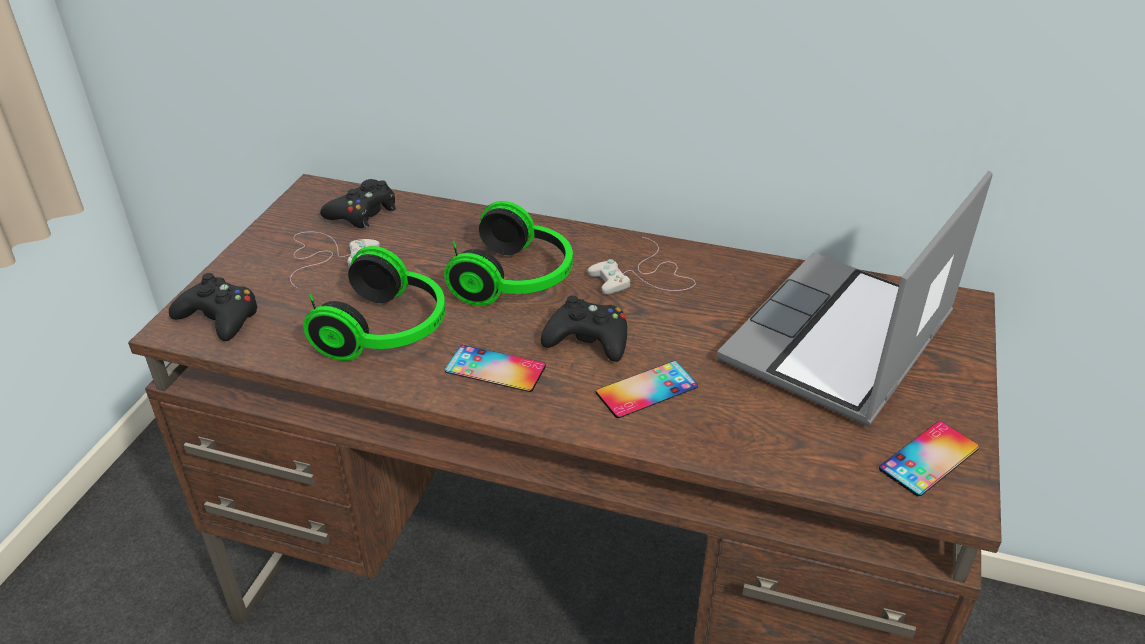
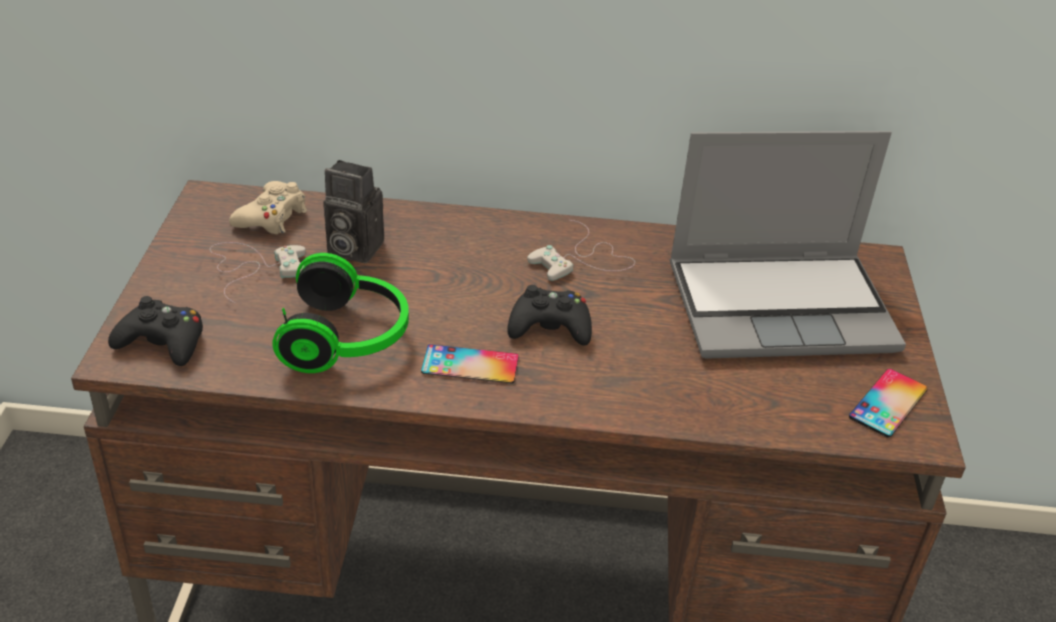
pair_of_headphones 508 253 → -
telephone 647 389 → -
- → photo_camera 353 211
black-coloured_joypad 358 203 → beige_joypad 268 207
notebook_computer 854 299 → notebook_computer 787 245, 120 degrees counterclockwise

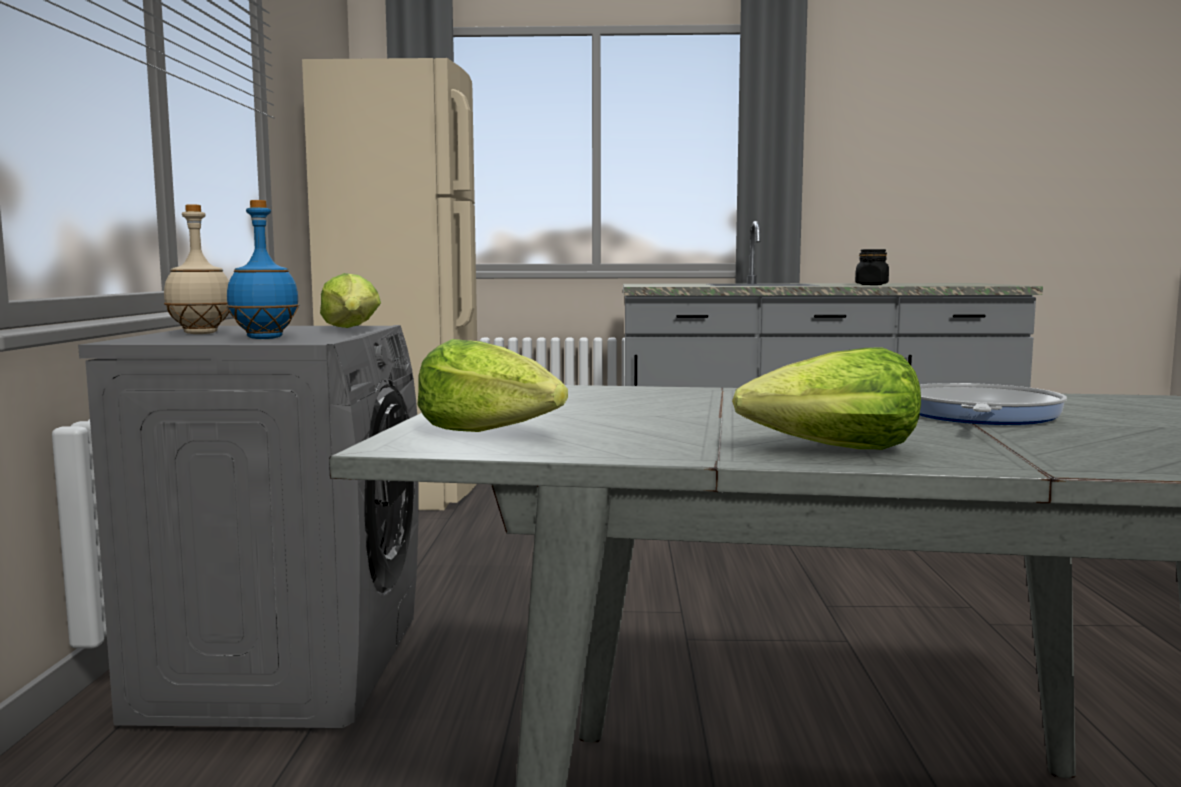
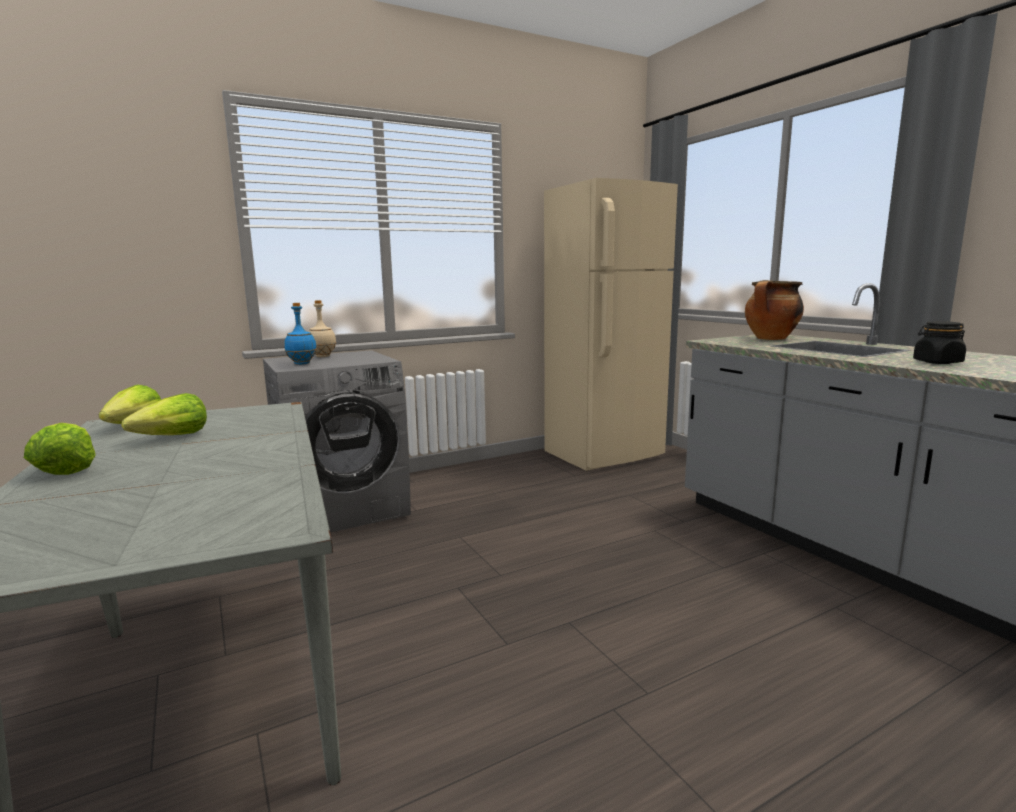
skillet 993 404 → -
- → stockpot 774 310
lettuce_head 350 300 → lettuce_head 164 414, moved

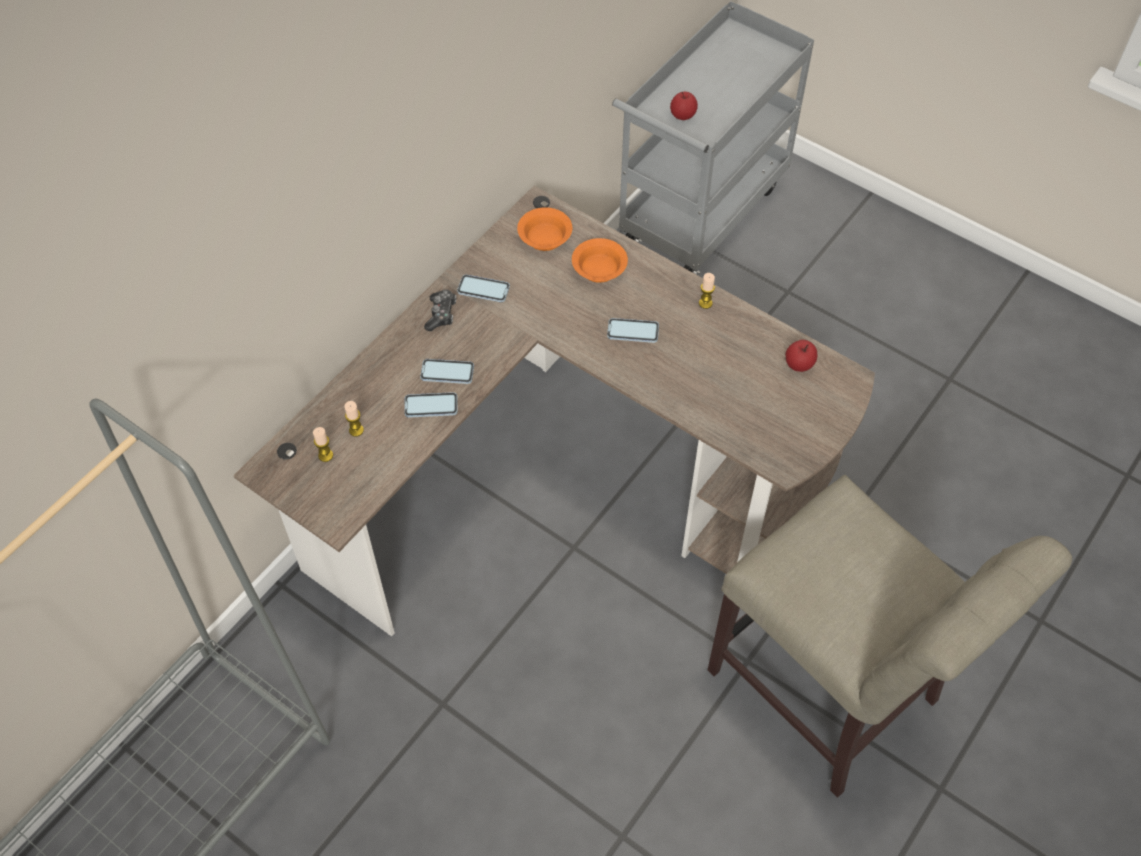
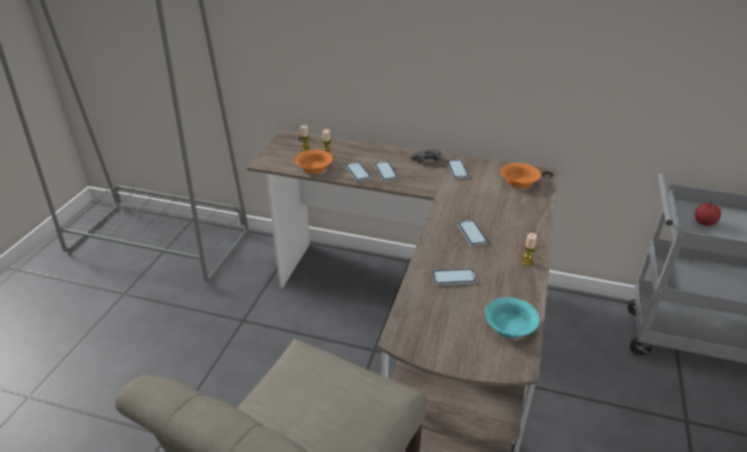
- → telephone 454 277
orange-coloured_bowl 600 260 → orange-coloured_bowl 314 162, moved
whole_apple 801 356 → blue-green_bowl 512 317

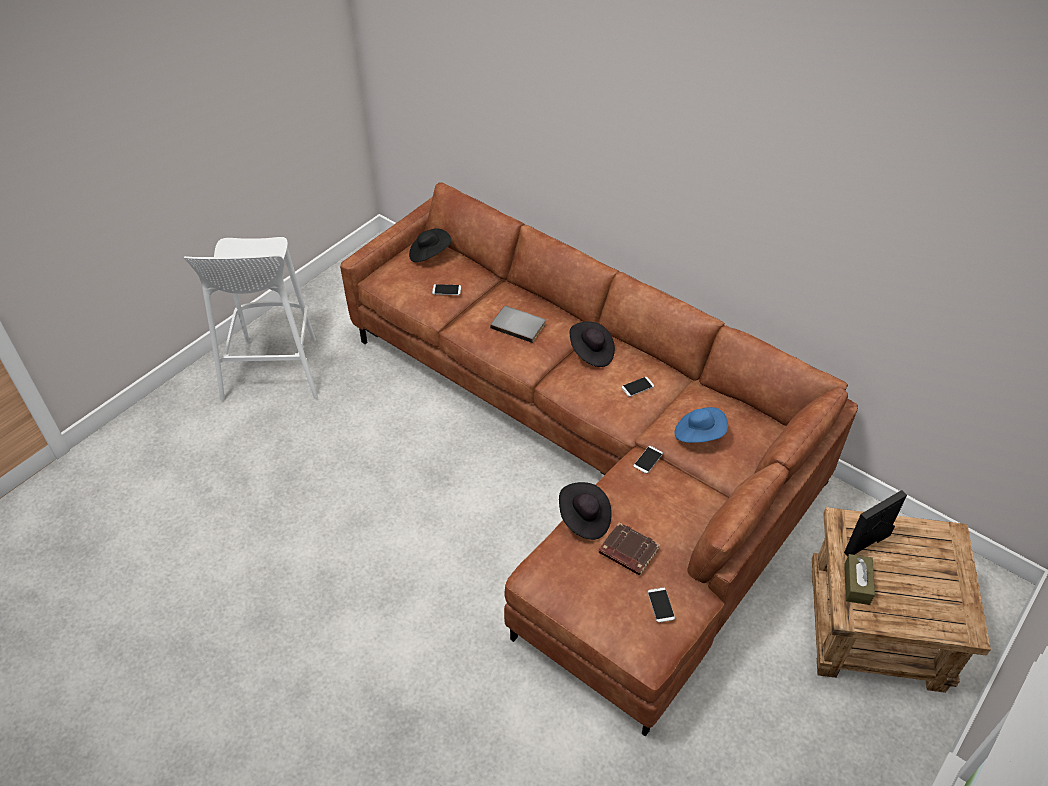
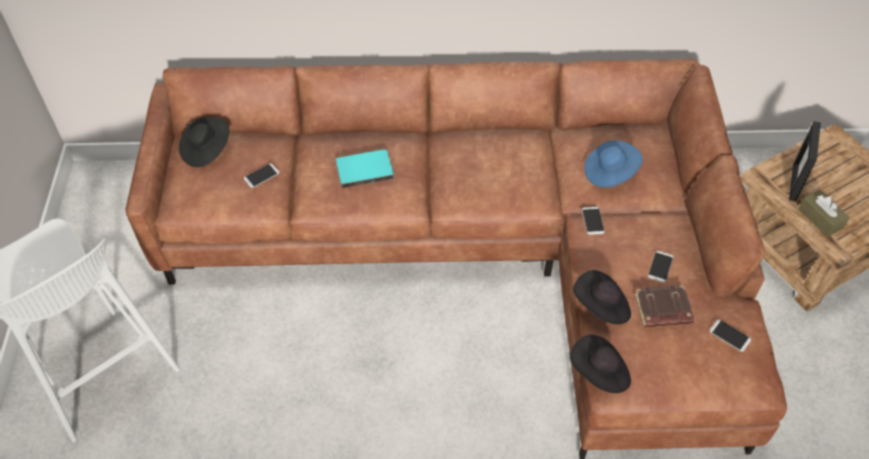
black-coloured_hat 592 344 → black-coloured_hat 600 364, moved
telephone 637 387 → telephone 661 267, moved
grey_volume 517 324 → blue-green_volume 365 168

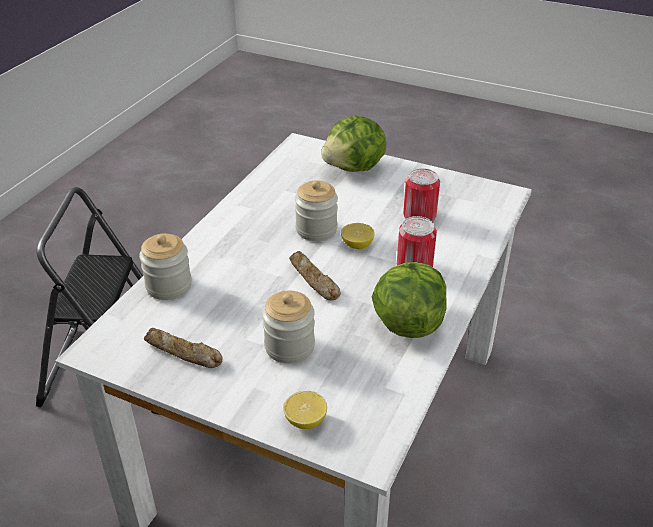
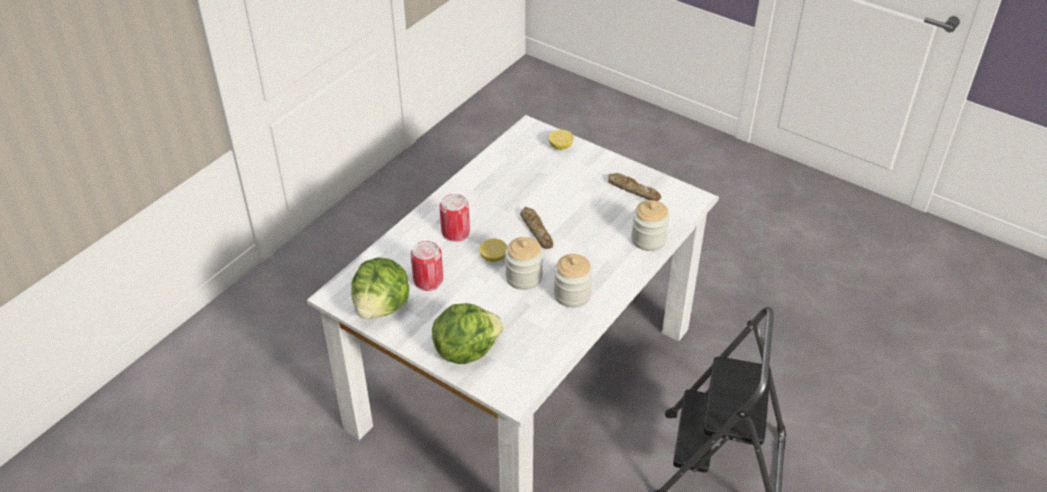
jar 288 327 → jar 573 281, moved
lettuce_head 409 300 → lettuce_head 380 288, moved

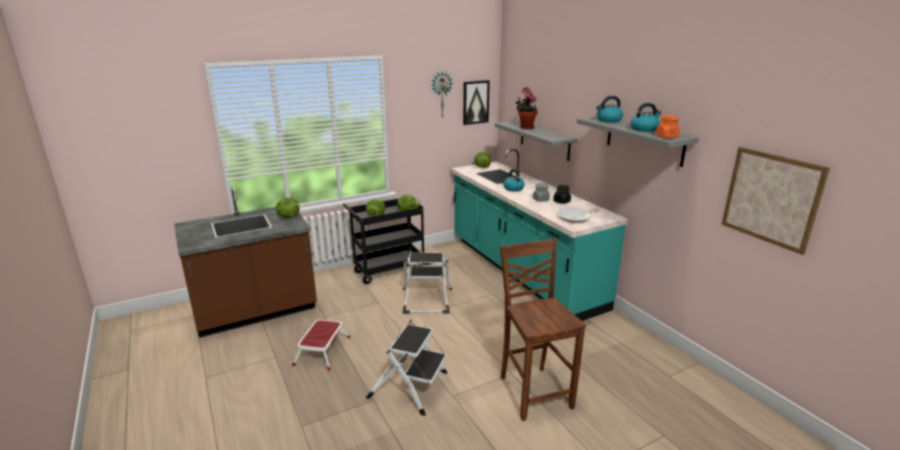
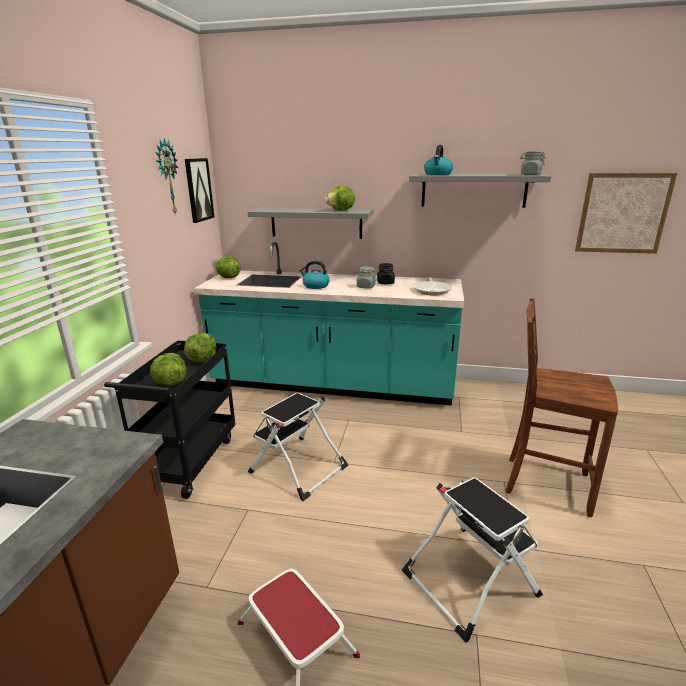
potted_plant 527 108 → -
water_kettle 646 117 → -
lettuce_head 288 207 → lettuce_head 340 198, moved
orange-coloured_jar 668 126 → grey_jar 532 163

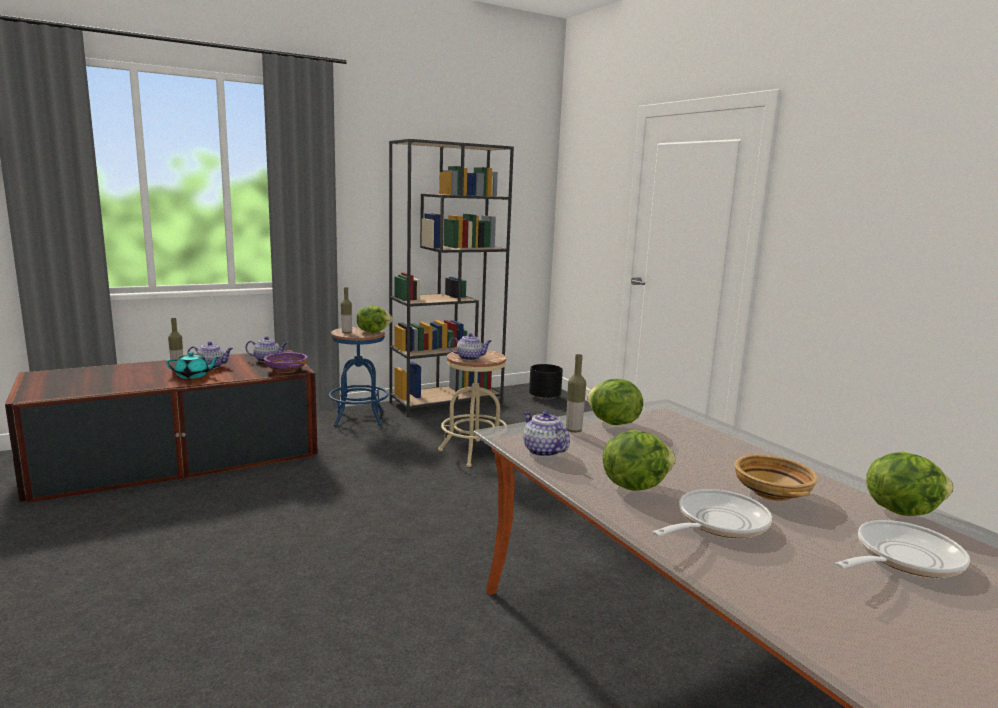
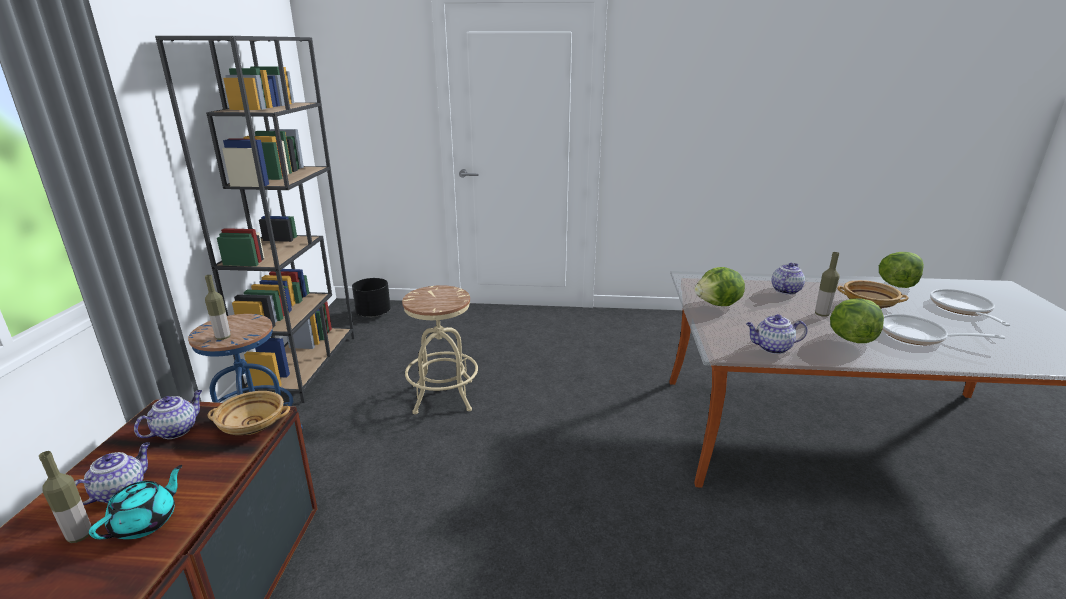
lettuce_head 374 319 → -
tea_pot 470 346 → tea_pot 788 279, moved
beverage_bottle 576 393 → beverage_bottle 827 284, moved
purple-coloured_bowl 286 362 → beige_bowl 249 413
skillet 712 513 → skillet 943 329, 60 degrees counterclockwise

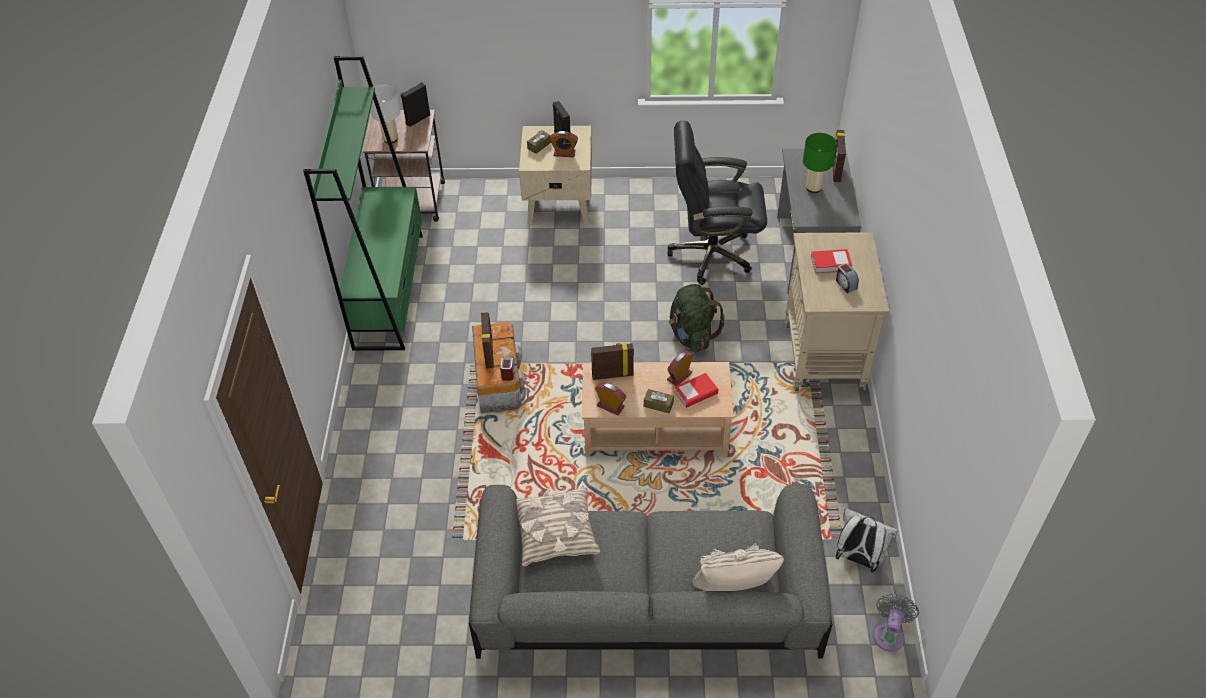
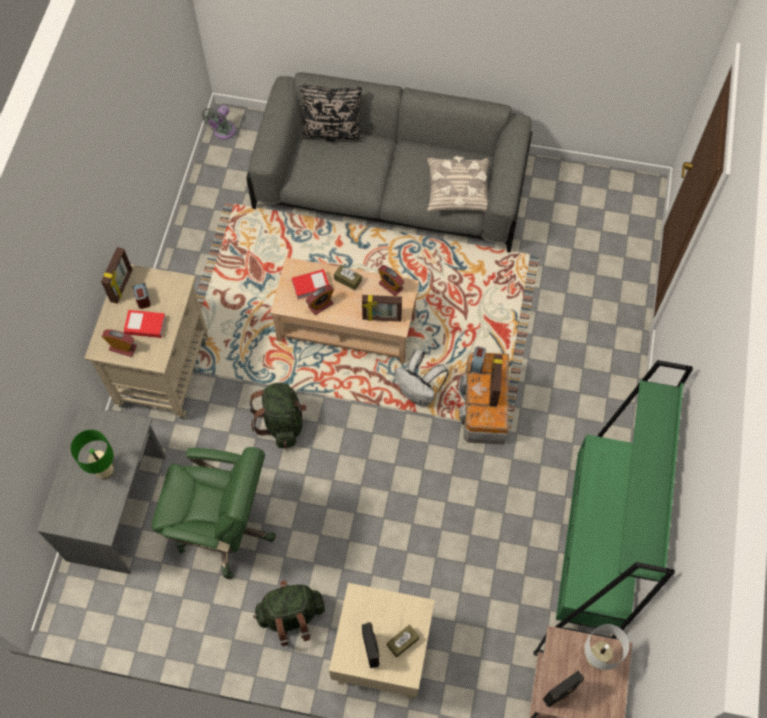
- → green-coloured_backpack 289 613
bedside_clock 564 144 → bedside_clock 119 343, moved
picture_frame 839 156 → picture_frame 116 275, moved
whitish_backpack 867 541 → whitish_backpack 421 378, moved
black-coloured_computer_chair 717 203 → green-coloured_computer_chair 214 513
beige_pillow 738 567 → black-coloured_pillow 331 113

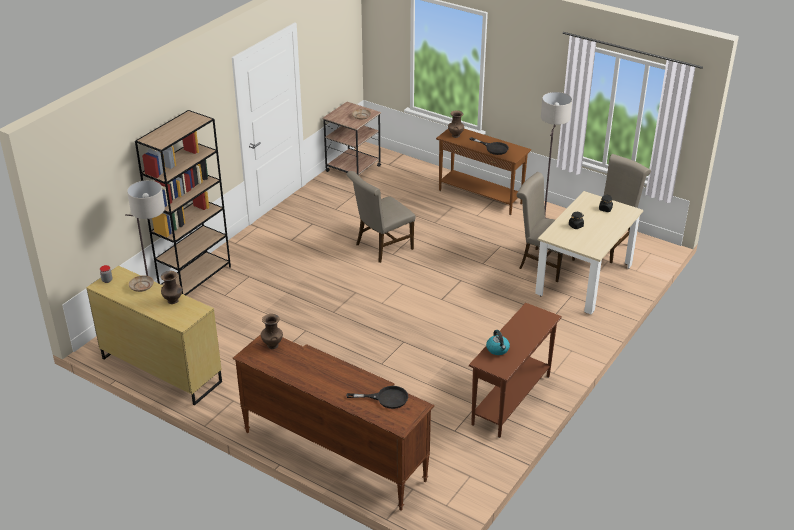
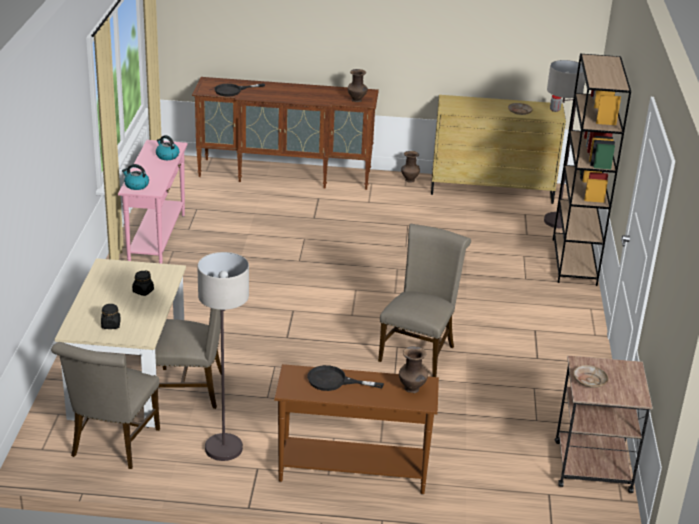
- → water_kettle 135 177
brown_vase 171 287 → brown_vase 410 167, moved
brown_hall_table 515 370 → pinkish_hall_table 153 202

